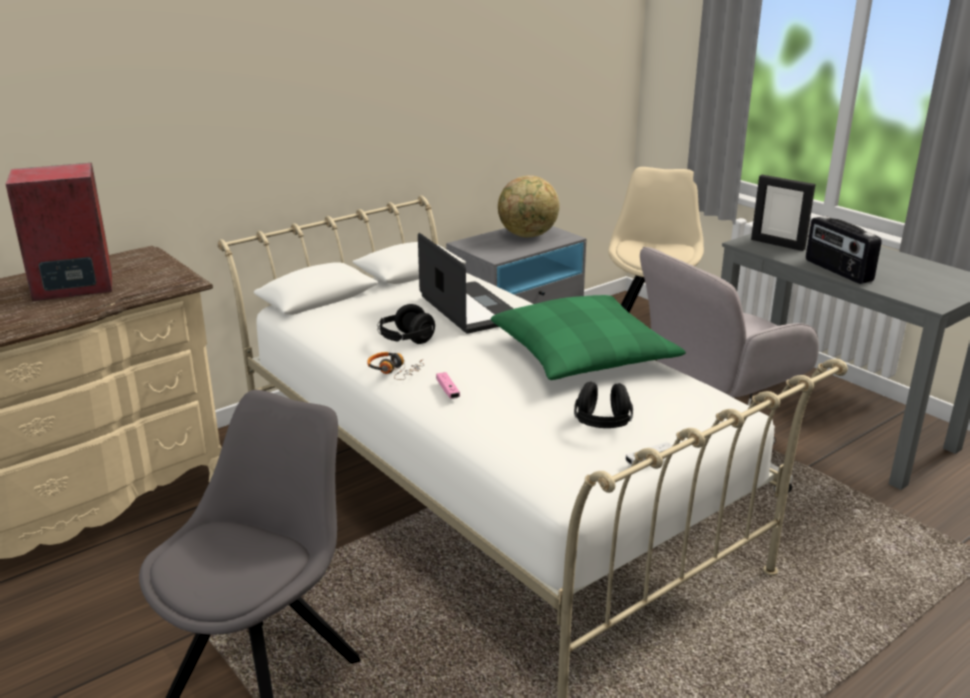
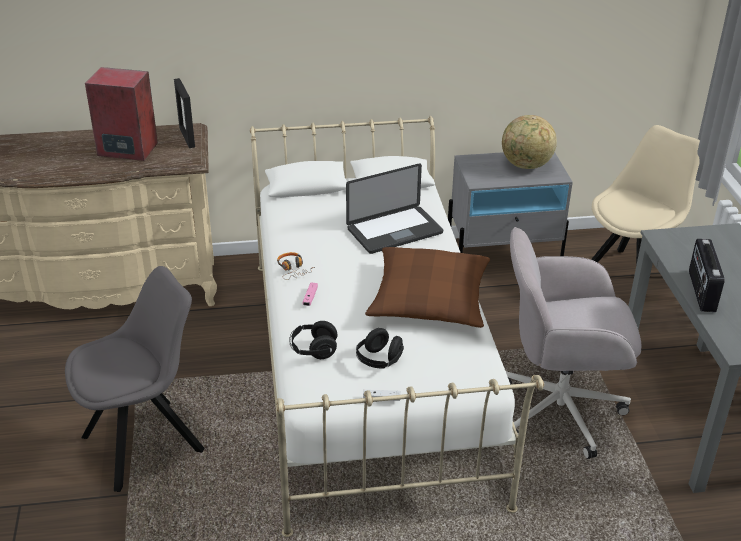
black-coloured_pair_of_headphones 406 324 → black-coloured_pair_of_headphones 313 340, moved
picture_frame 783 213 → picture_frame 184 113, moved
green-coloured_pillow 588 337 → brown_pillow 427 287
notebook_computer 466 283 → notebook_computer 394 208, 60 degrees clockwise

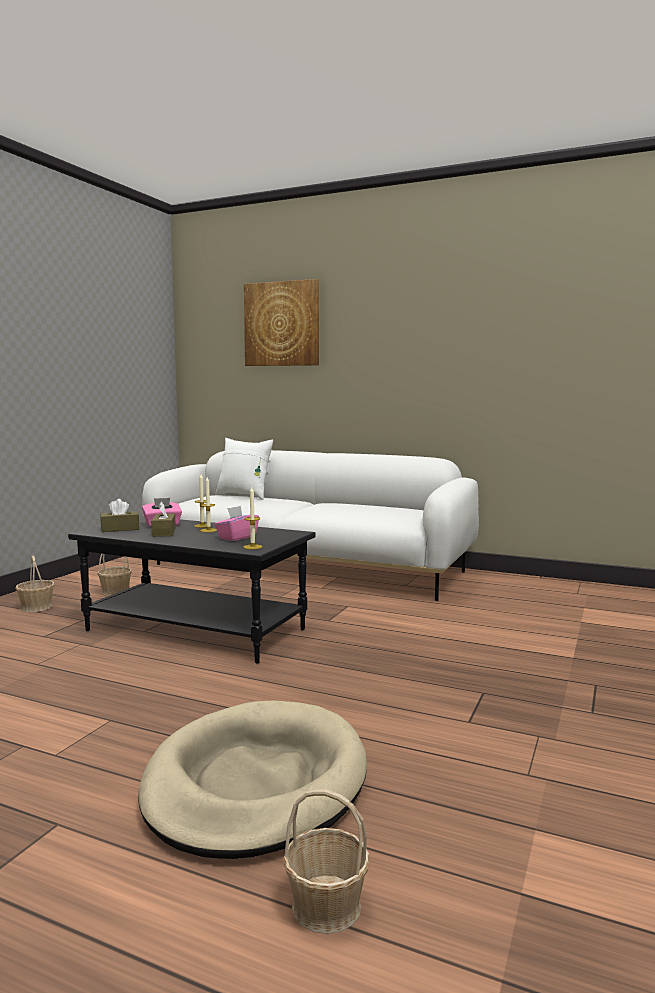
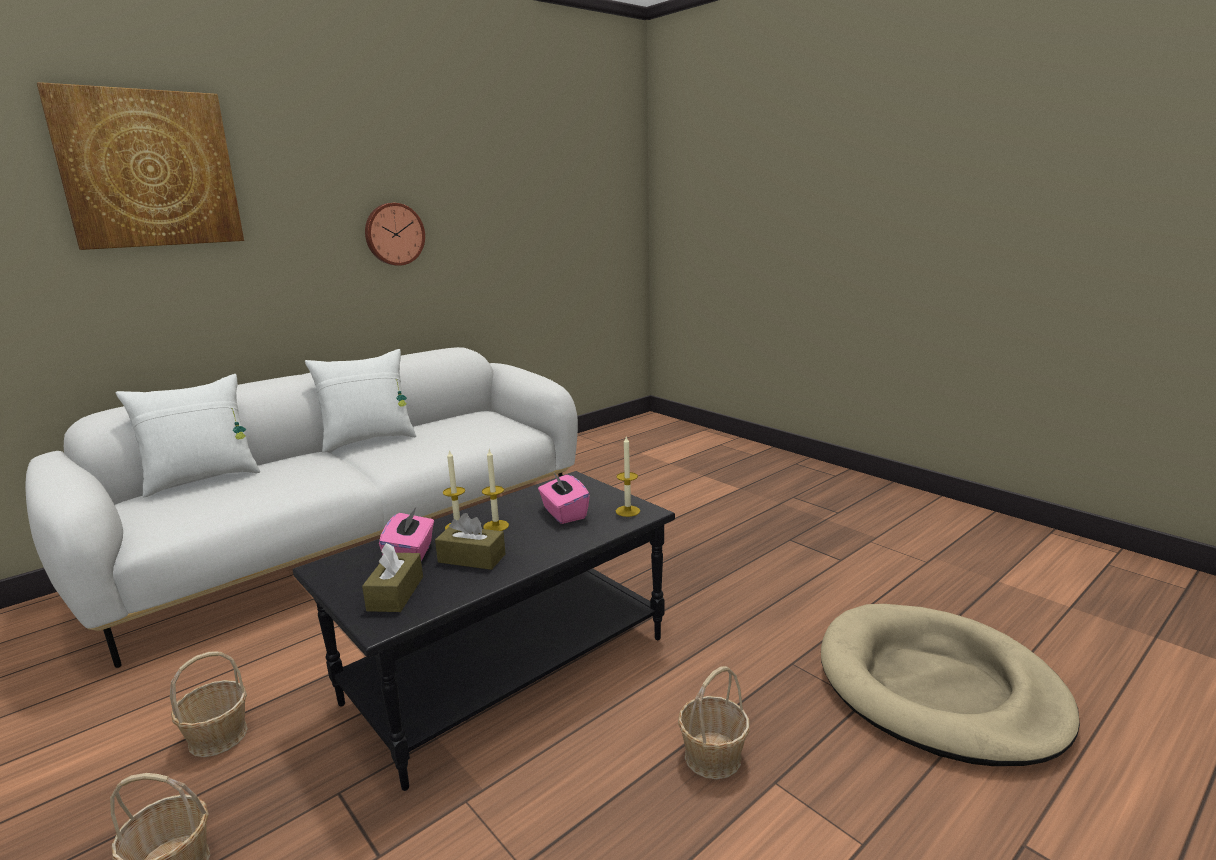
- → whitish_pillow 360 401
- → wall_clock 395 234
storage_basket 326 861 → storage_basket 714 722, moved

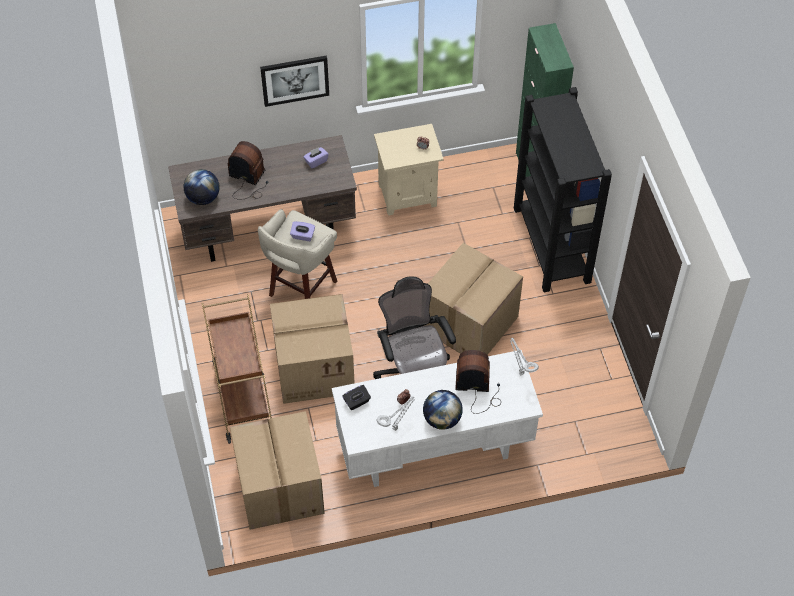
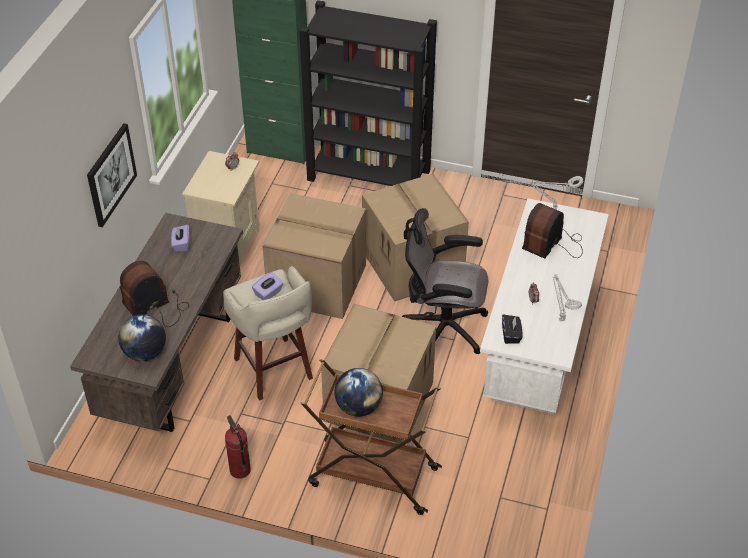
- → extinguisher 238 447
cardboard_box 277 470 → cardboard_box 314 256, moved
desk_globe 443 410 → desk_globe 358 392, moved

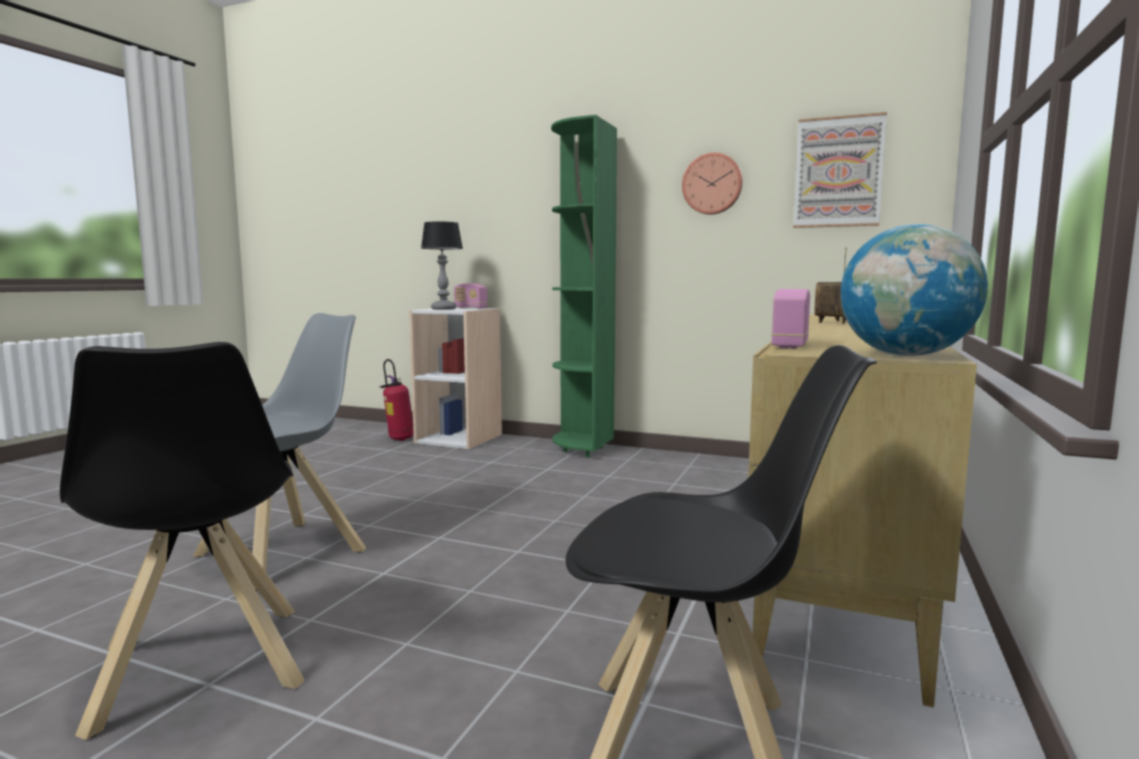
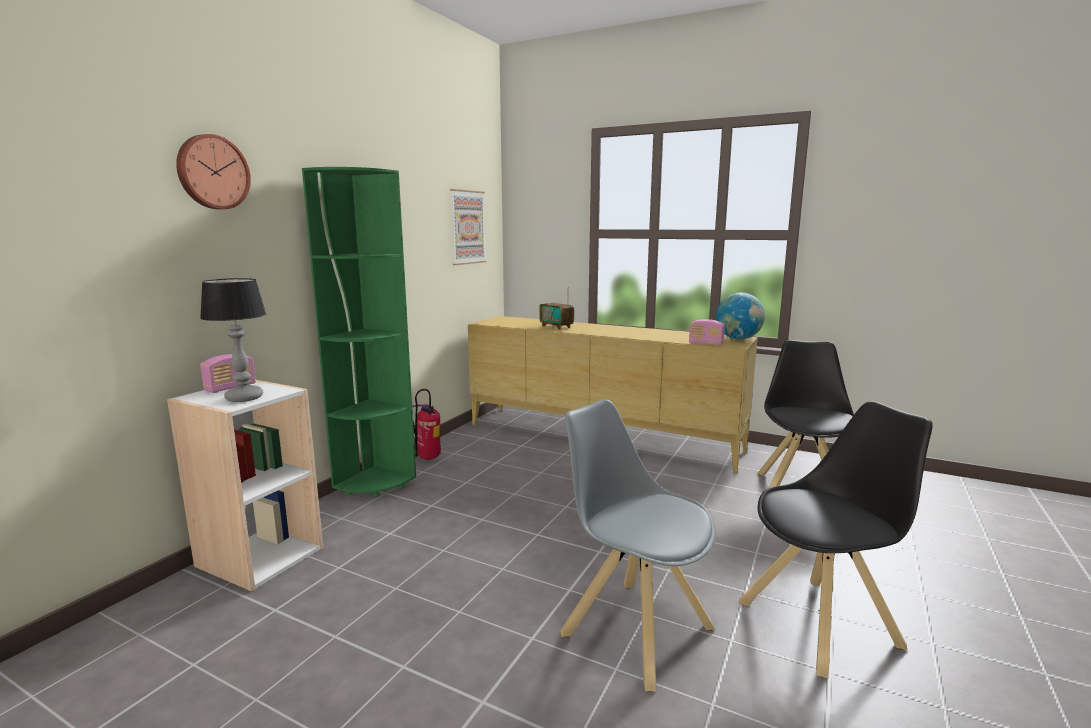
extinguisher 396 400 → extinguisher 426 424, moved
wall_clock 712 184 → wall_clock 213 171, moved

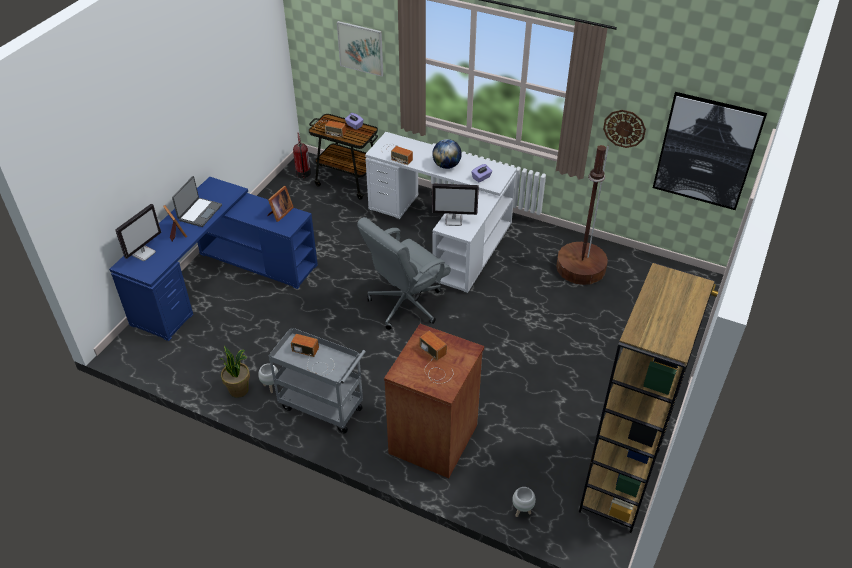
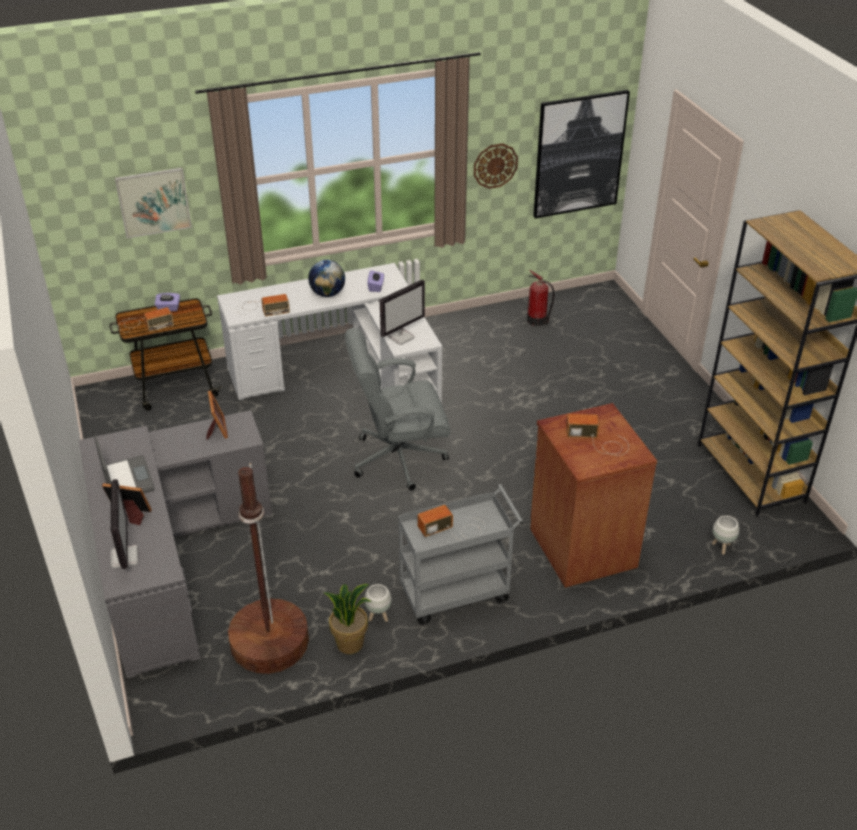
extinguisher 302 156 → extinguisher 541 298, moved
brown_floor_lamp 582 215 → brown_floor_lamp 268 568, moved
blue_desk_unit 213 259 → grey_desk_unit 175 544
grey_computer_chair 404 273 → grey_computer_chair 398 409, 75 degrees clockwise

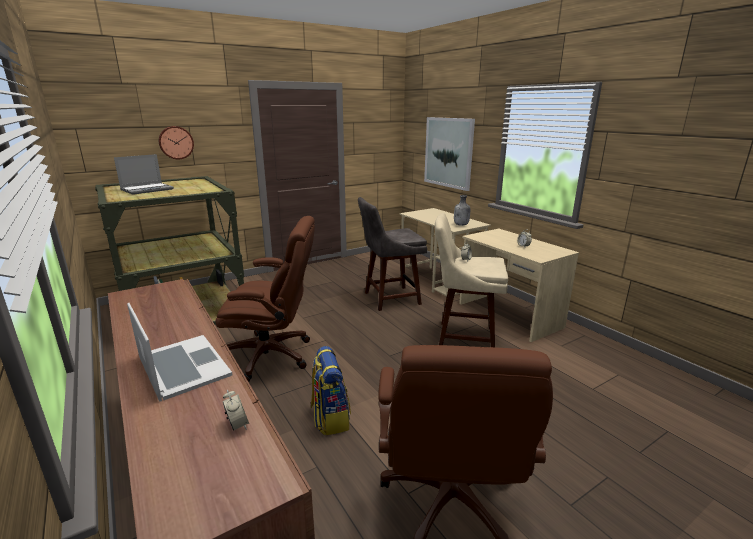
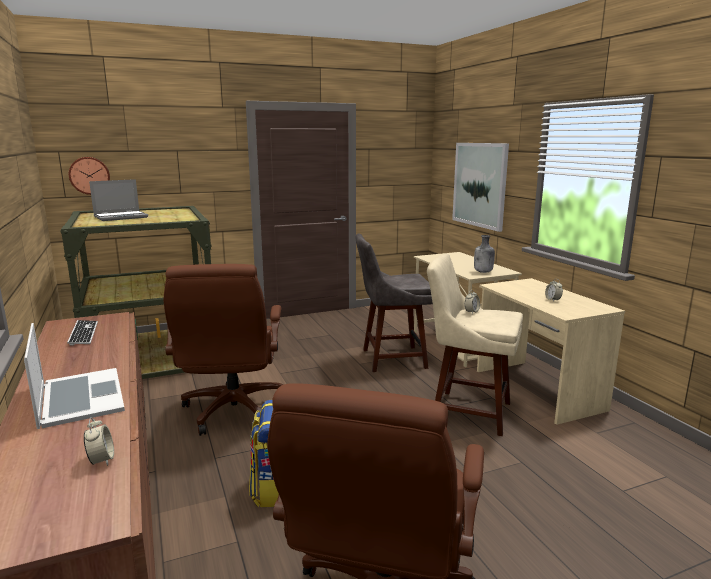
- → computer_keyboard 82 333
wall_clock 176 143 → wall_clock 89 176, moved
brown_computer_chair 265 299 → brown_computer_chair 224 350, 75 degrees clockwise

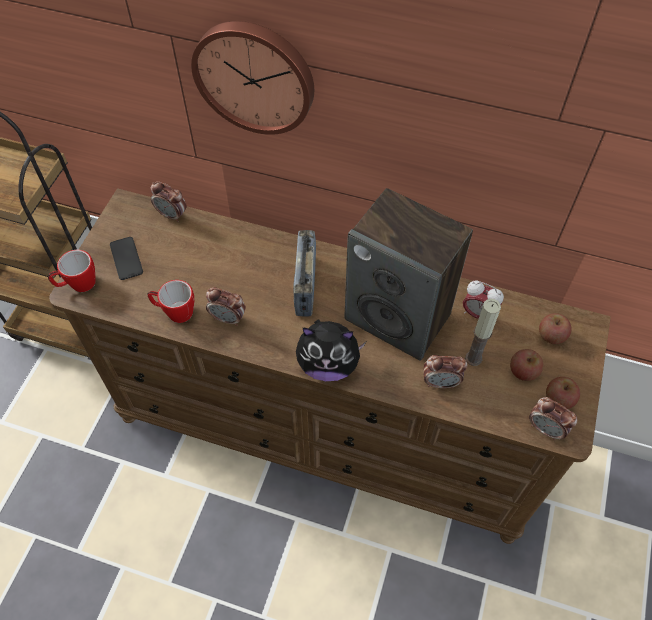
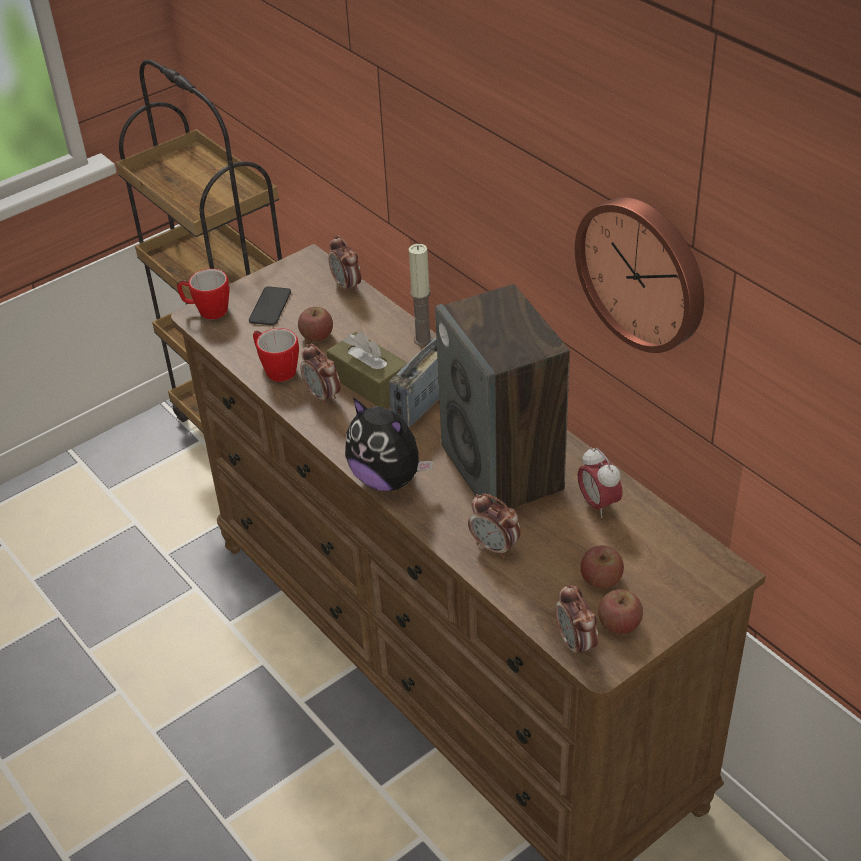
- → brown_box_of_tissues 367 370
wall_clock 252 78 → wall_clock 639 275, moved
candle 483 332 → candle 421 295, moved
whole_apple 555 328 → whole_apple 315 324, moved

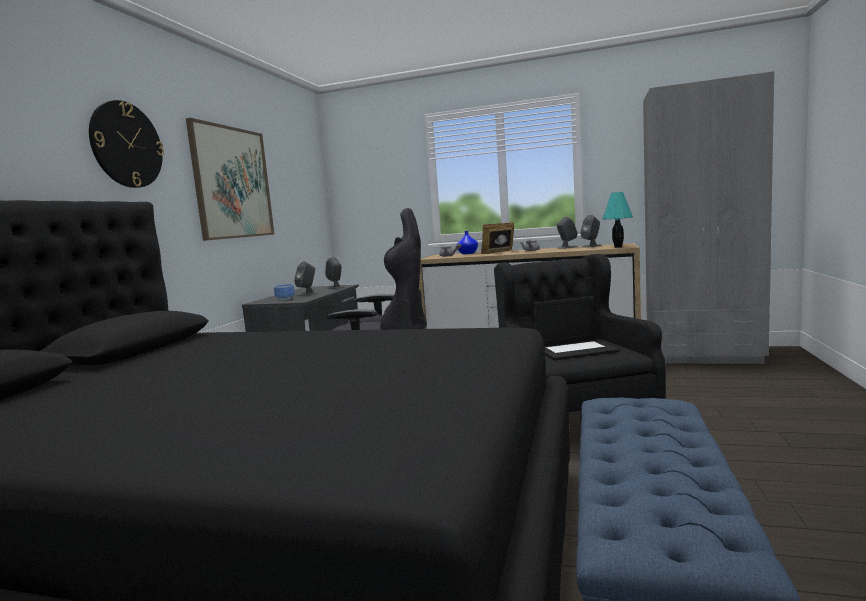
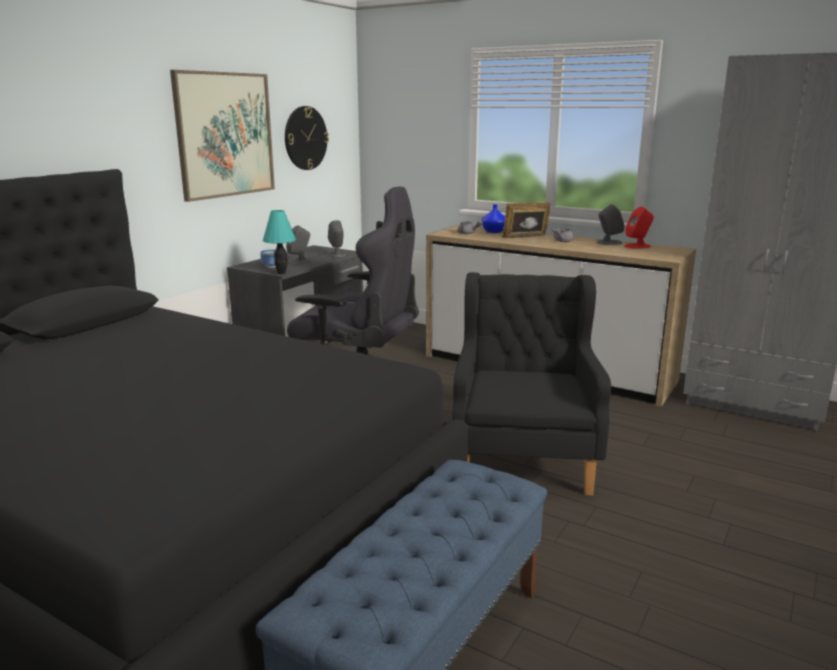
notebook_computer 576 328 → -
wall_clock 126 144 → wall_clock 307 138, moved
blue-green_tabletop_lamp 618 220 → blue-green_tabletop_lamp 279 242, moved
grey_audio_speaker 590 231 → red_audio_speaker 639 228

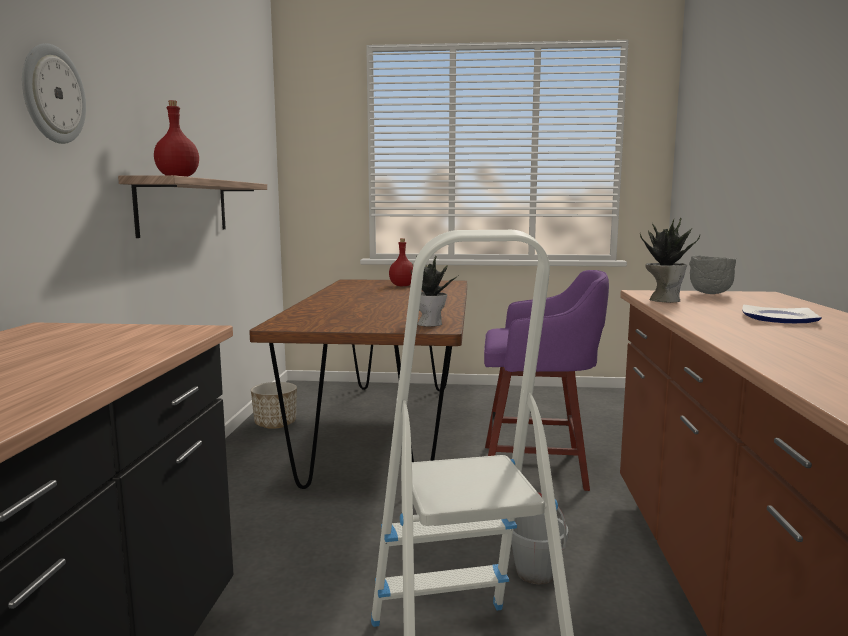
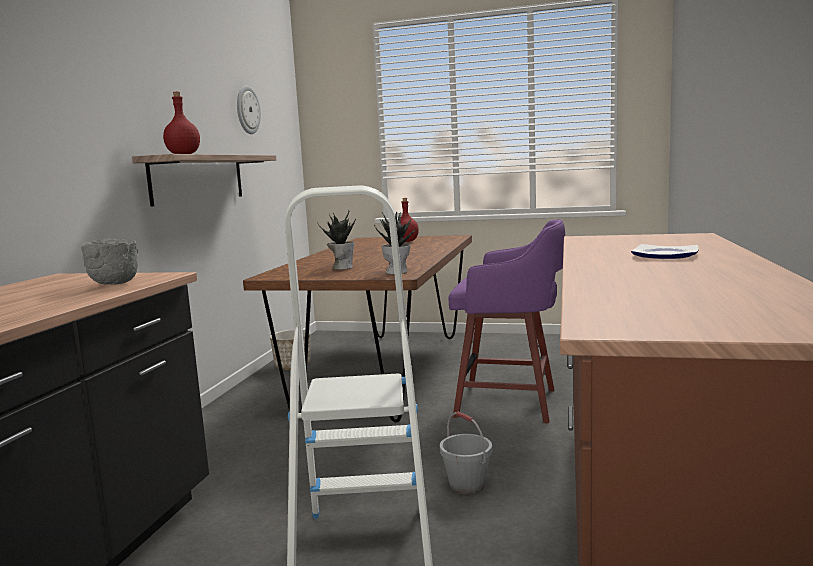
wall_clock 54 93 → wall_clock 249 109, moved
potted_plant 670 260 → potted_plant 336 240, moved
grey_bowl 712 274 → grey_bowl 109 262, moved

